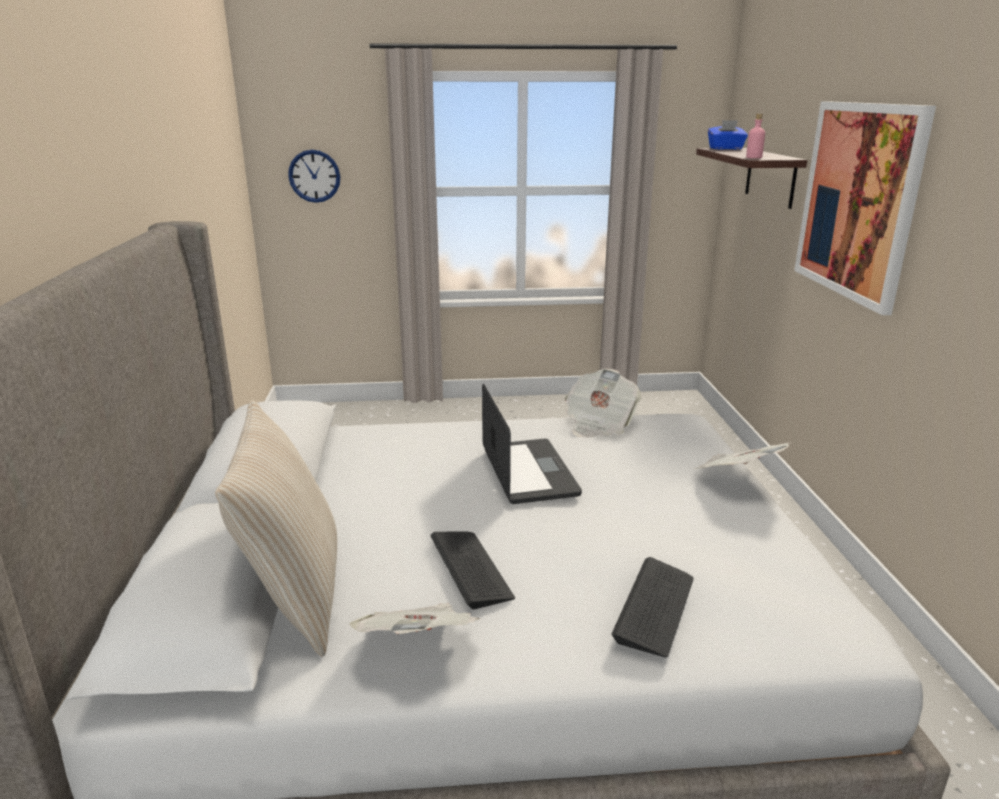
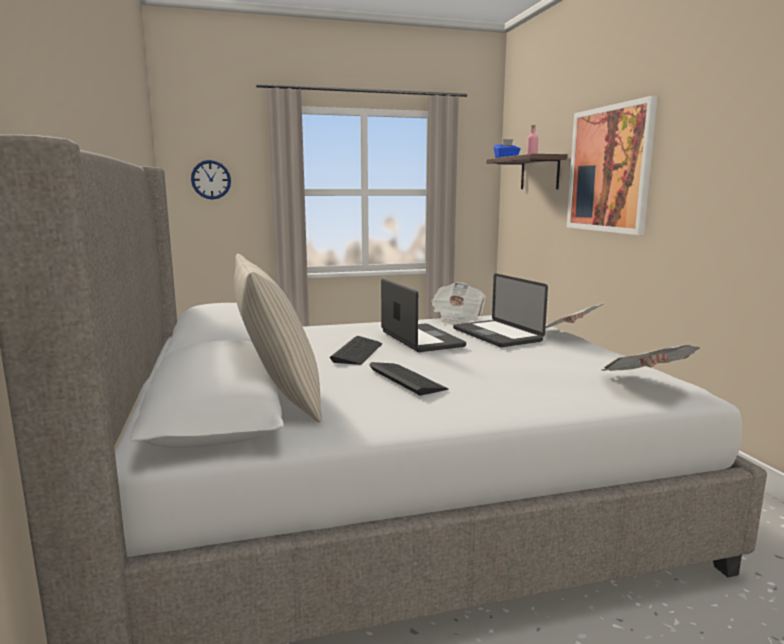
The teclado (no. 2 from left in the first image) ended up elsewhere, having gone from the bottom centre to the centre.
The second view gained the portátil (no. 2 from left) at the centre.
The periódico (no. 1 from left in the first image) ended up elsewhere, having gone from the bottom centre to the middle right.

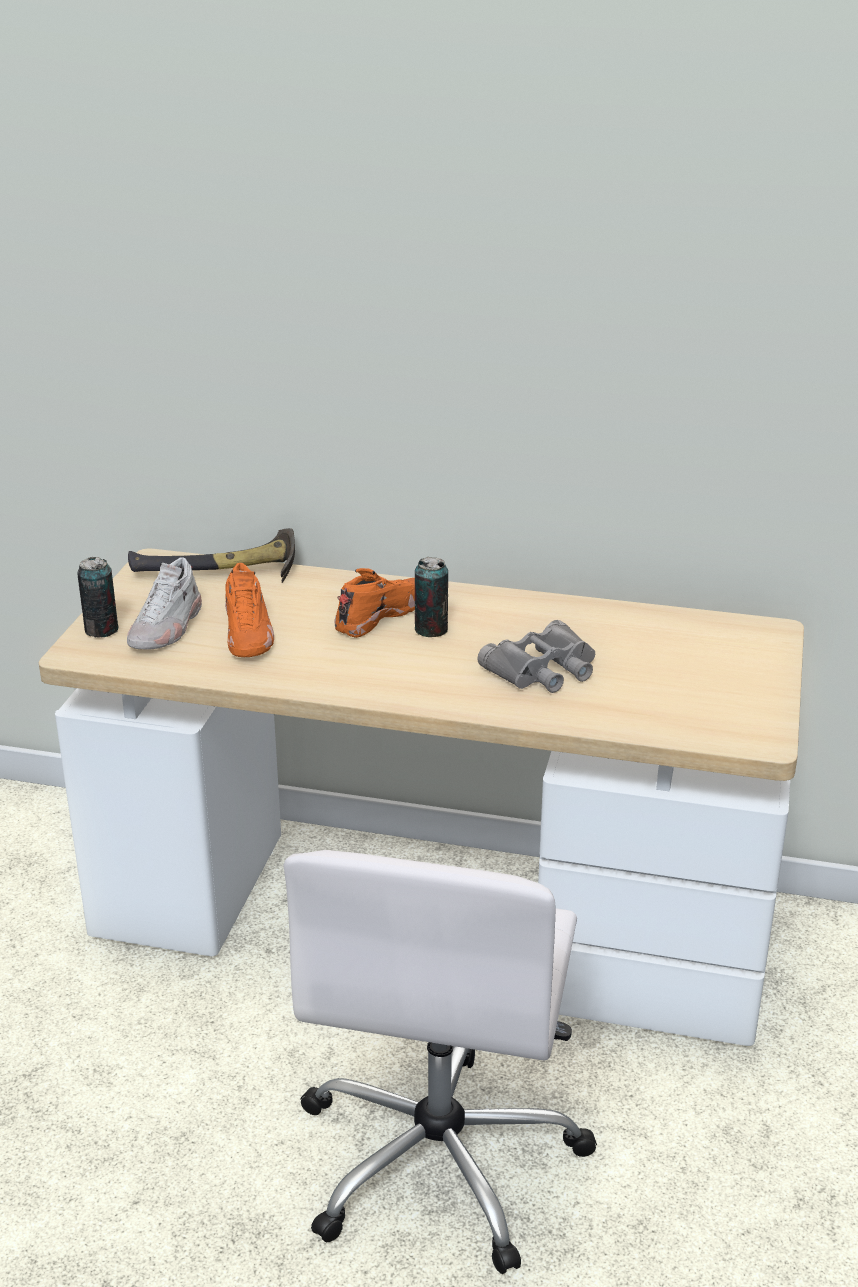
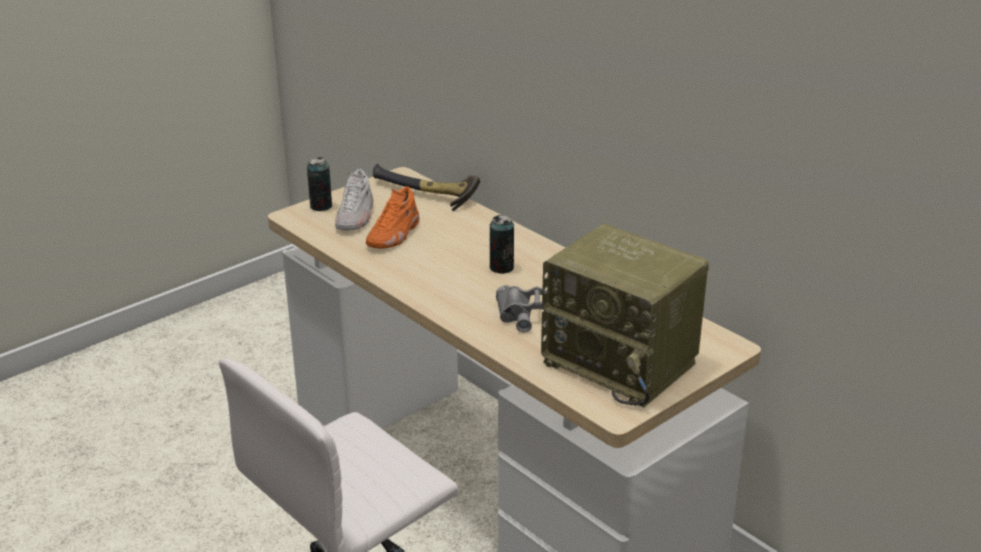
The zapato/blanco at the middle left ended up facing another way, 45 degrees counterclockwise from before.
The second view gained the radio at the centre.
The second view lost the zapato/naranja (no. 2 from left) at the centre.

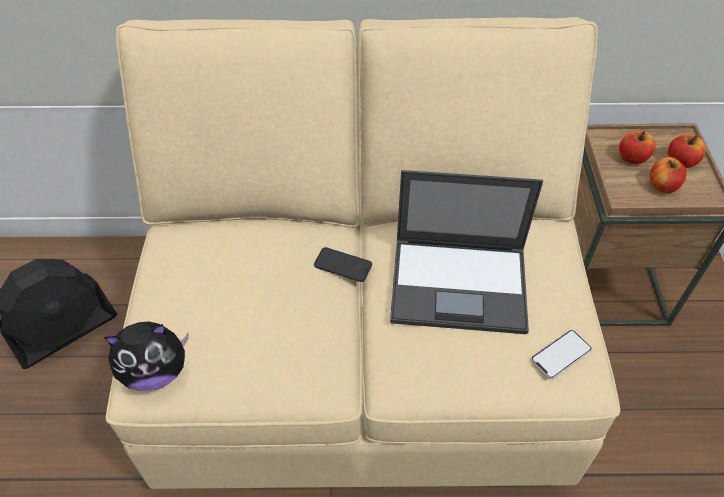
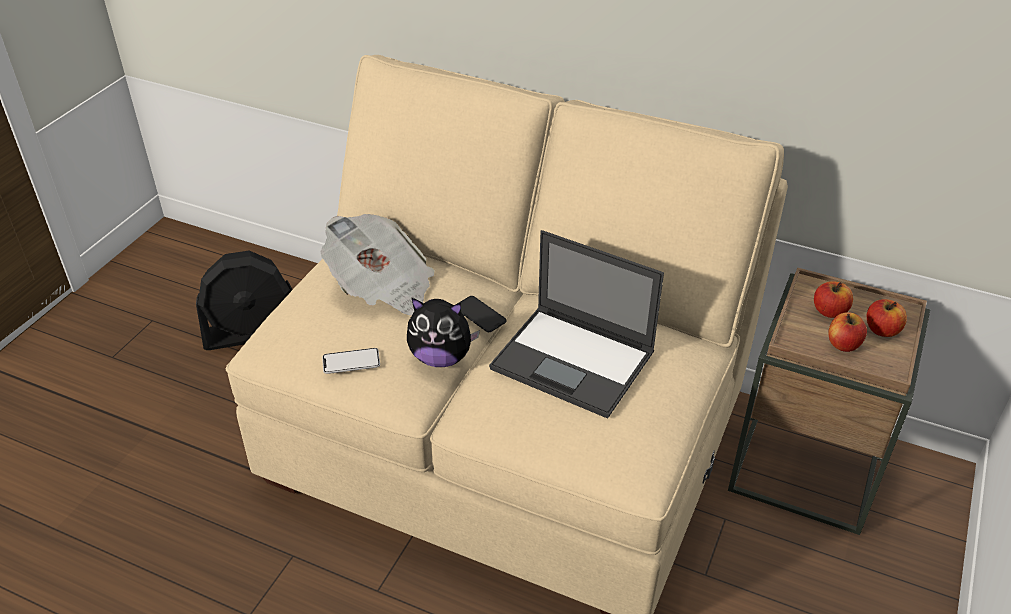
The second view gained the periódico at the centre.
The móvil (no. 2 from left in the first image) ended up elsewhere, having gone from the bottom right to the centre.
The peluche ended up elsewhere, having gone from the bottom left to the centre.

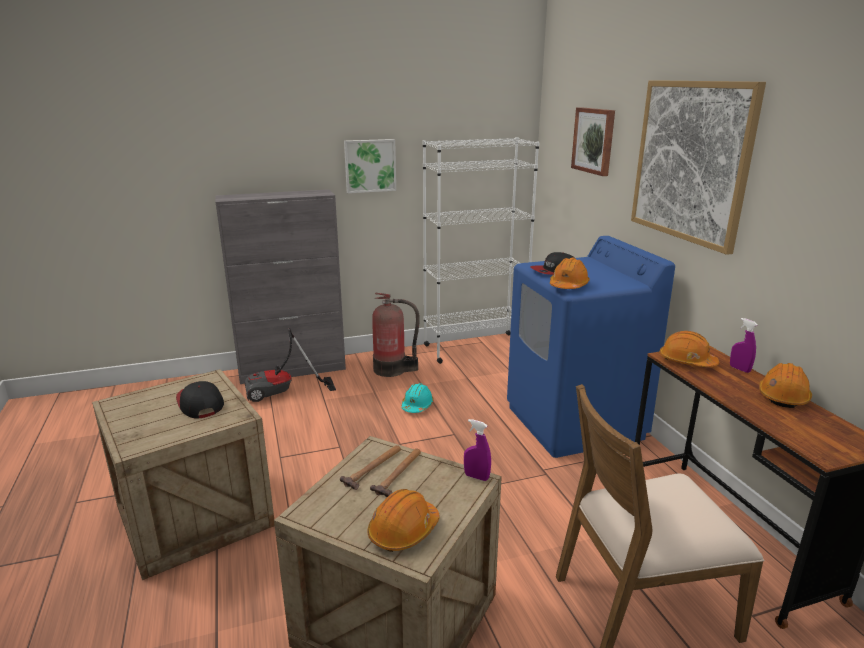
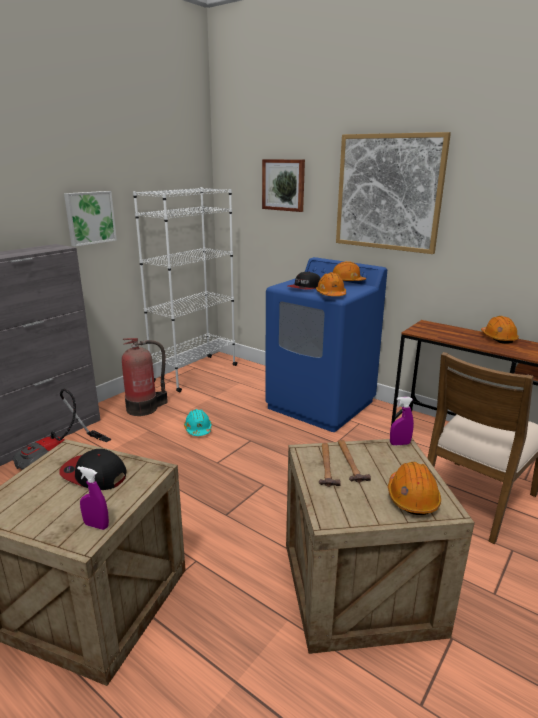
The pulverizador/morado (no. 2 from left in the first image) ended up elsewhere, having gone from the middle right to the bottom left.
The casco/naranja (no. 3 from left in the first image) ended up elsewhere, having gone from the middle right to the centre.

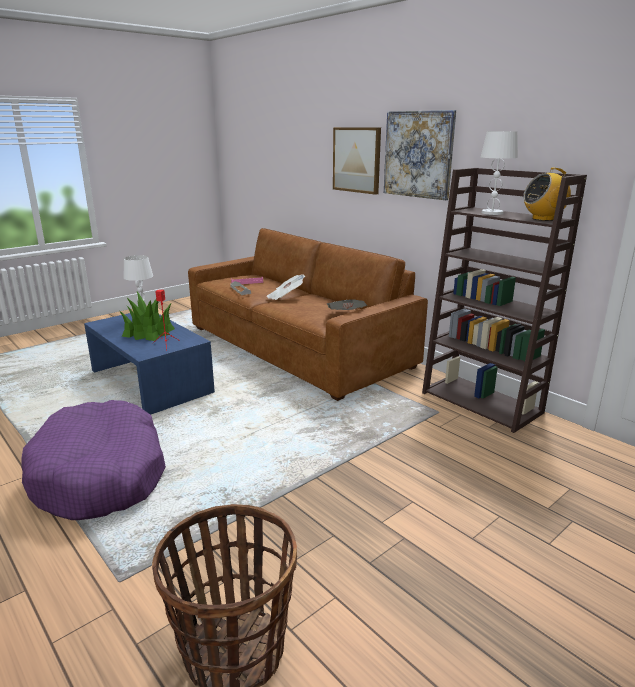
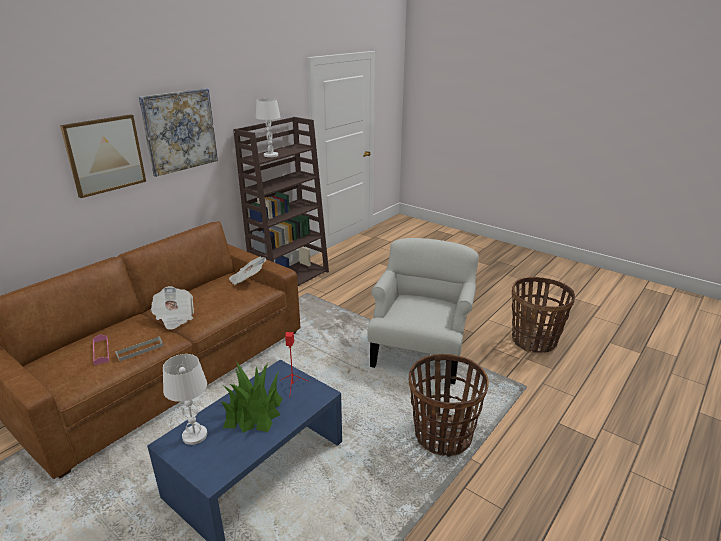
The second view gained the sillón/blanco at the centre.
Where the cama para perro/morado stood at the bottom left, the cesta (no. 1 from left) came to stand at the bottom centre.
The second view lost the radio at the top right.

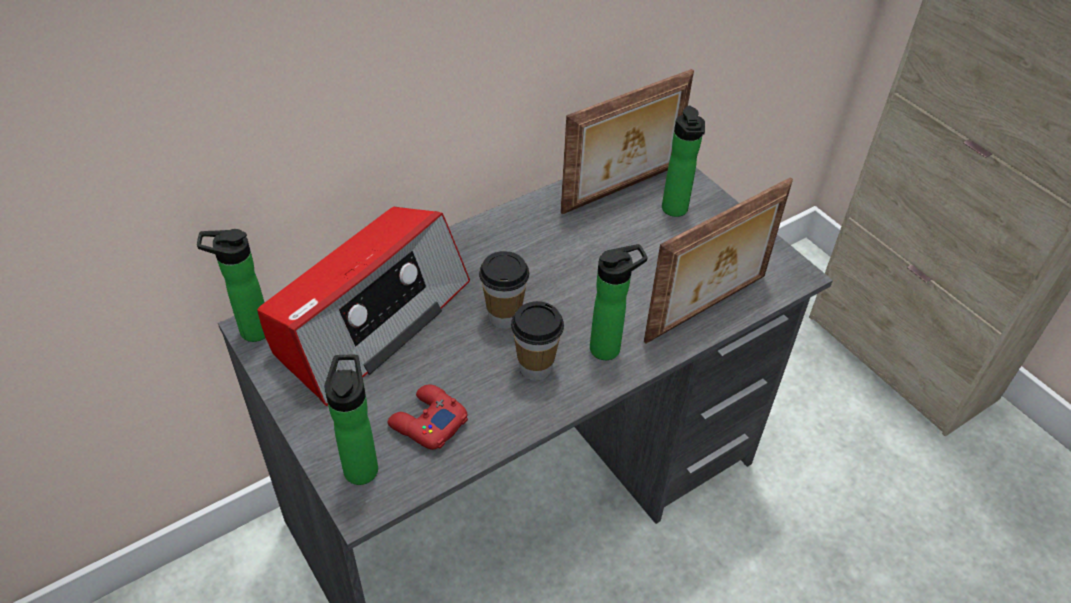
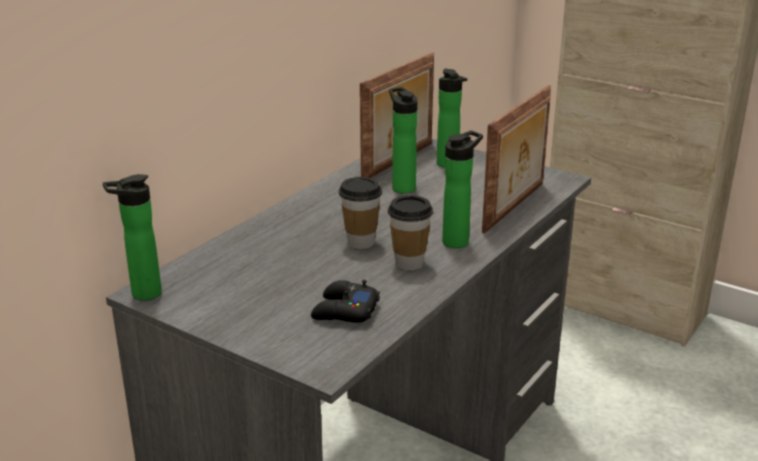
What was the mando de consola/rojo at the bottom centre turned into the mando de consola/negro at the centre.
The botella (no. 2 from left) ended up elsewhere, having gone from the bottom left to the top centre.
The second view lost the radio at the centre.

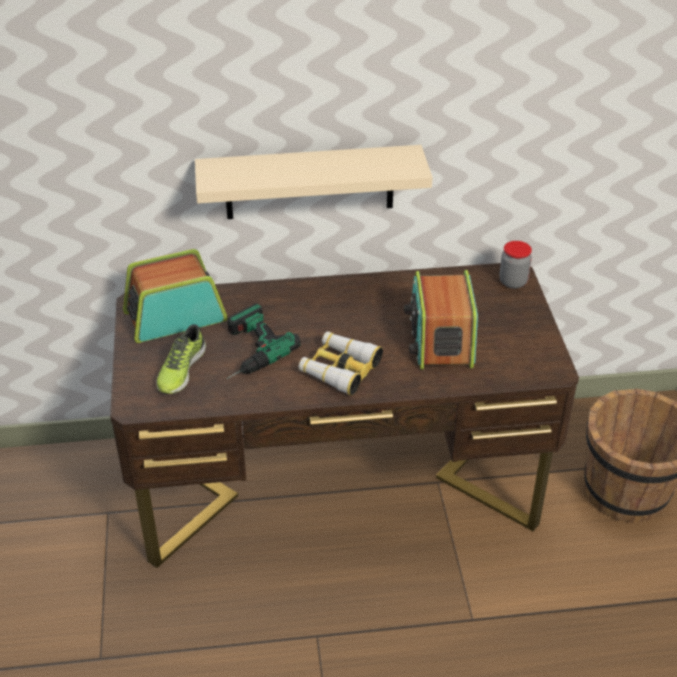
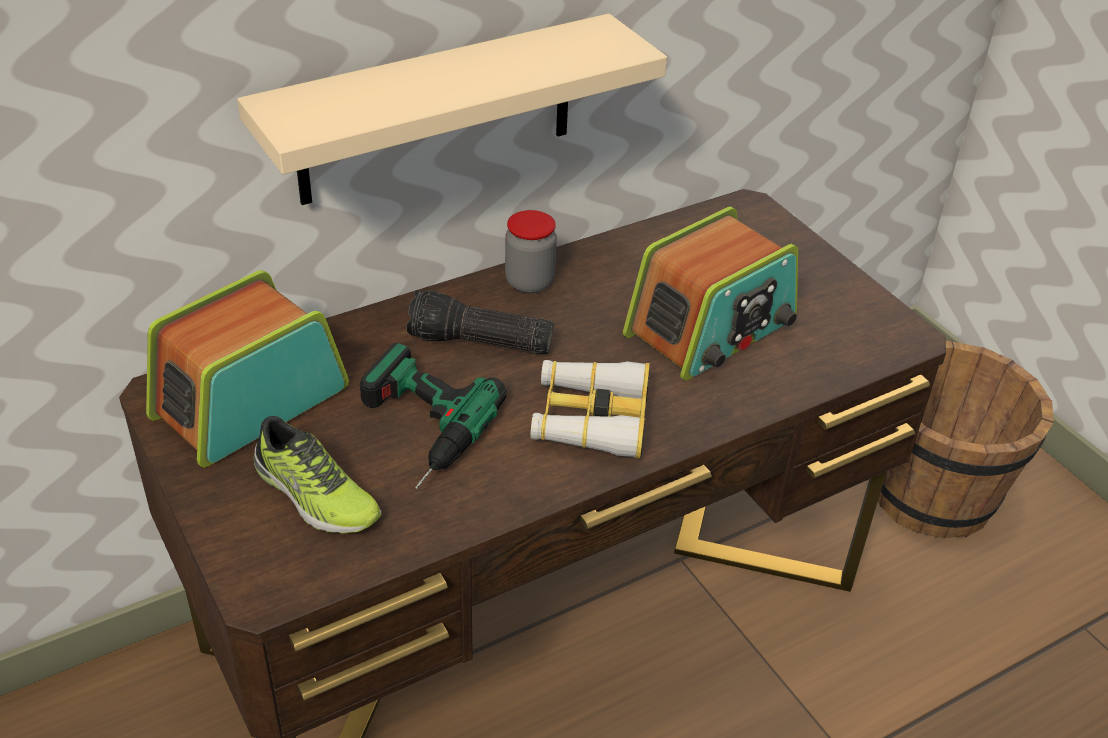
The zapato at the middle left ended up facing another way, 45 degrees counterclockwise from before.
The second view gained the linterna at the centre.
The tarro ended up elsewhere, having gone from the middle right to the centre.
The radio (no. 2 from left) at the centre ended up facing another way, 105 degrees counterclockwise from before.

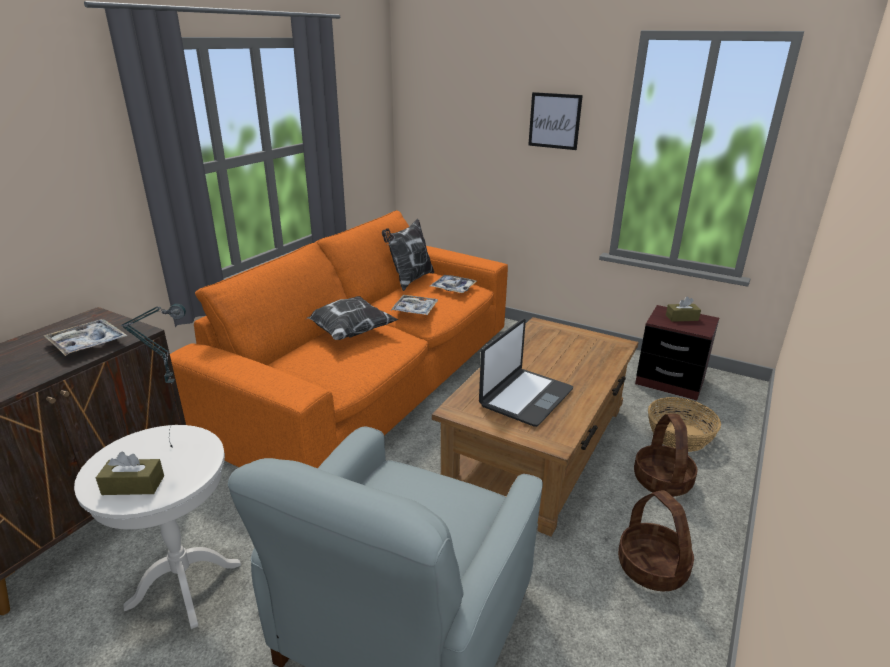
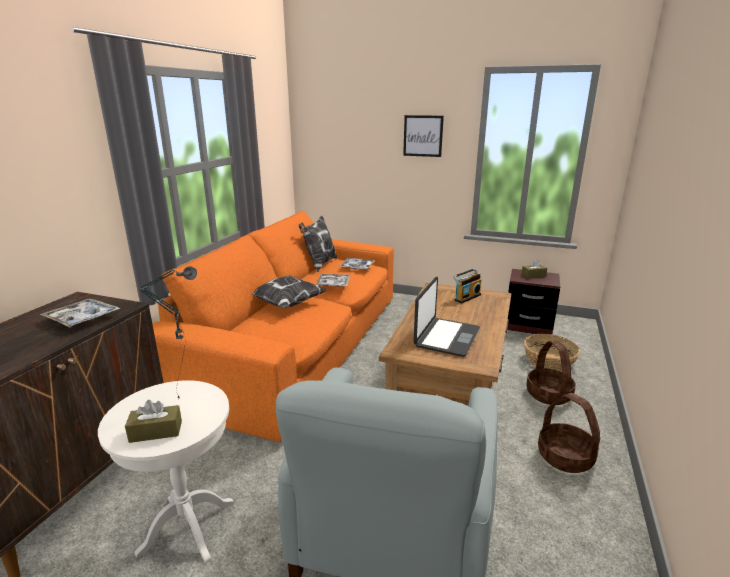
The second view gained the radio at the centre.

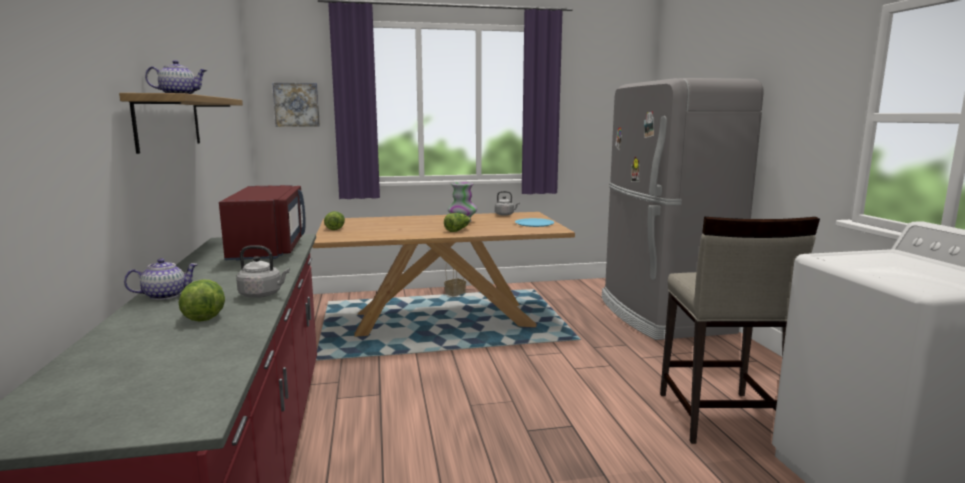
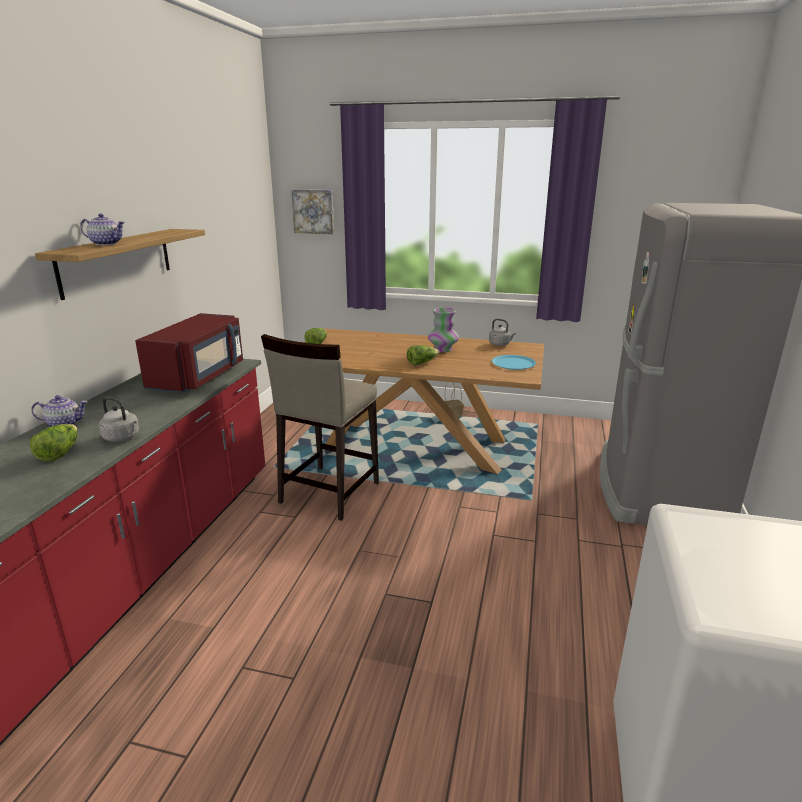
The taburete/beis ended up elsewhere, having gone from the bottom right to the centre.

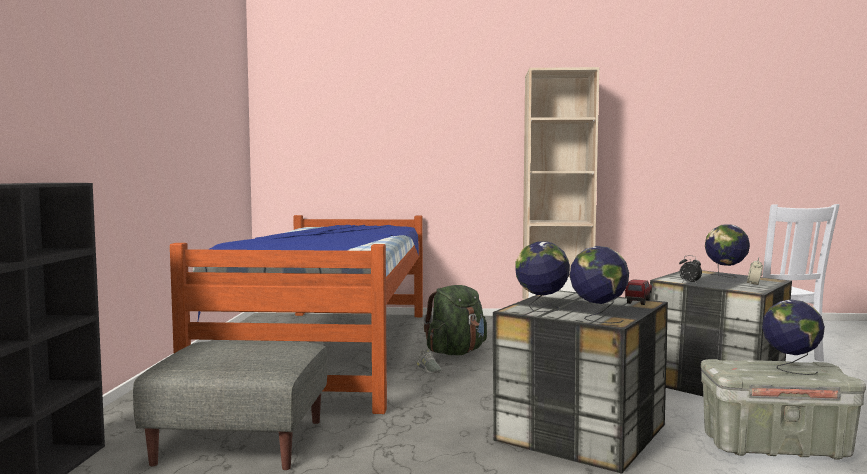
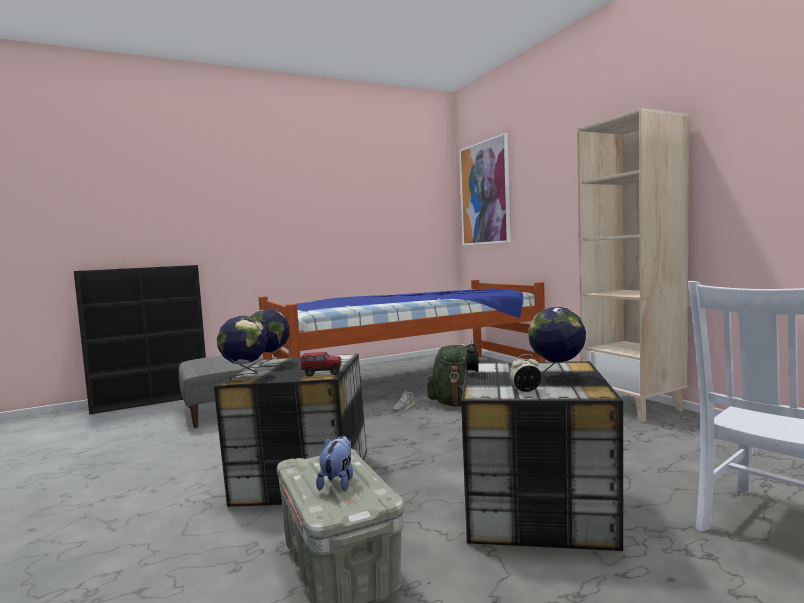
Where the globo terráqueo (no. 4 from left) stood at the bottom right, the peluche came to stand at the bottom centre.
The second view gained the cuadro at the top centre.

